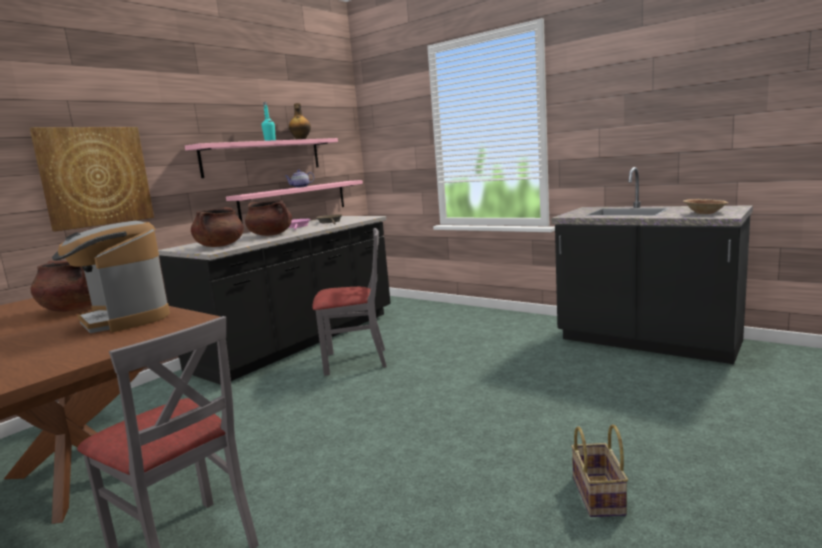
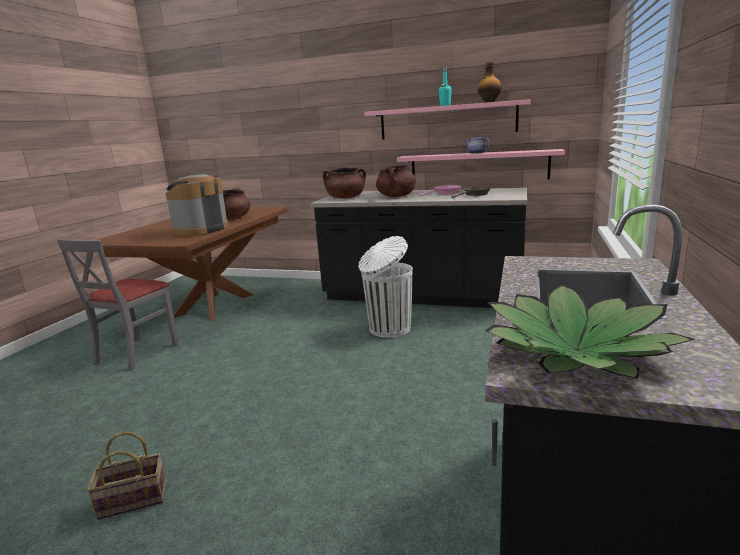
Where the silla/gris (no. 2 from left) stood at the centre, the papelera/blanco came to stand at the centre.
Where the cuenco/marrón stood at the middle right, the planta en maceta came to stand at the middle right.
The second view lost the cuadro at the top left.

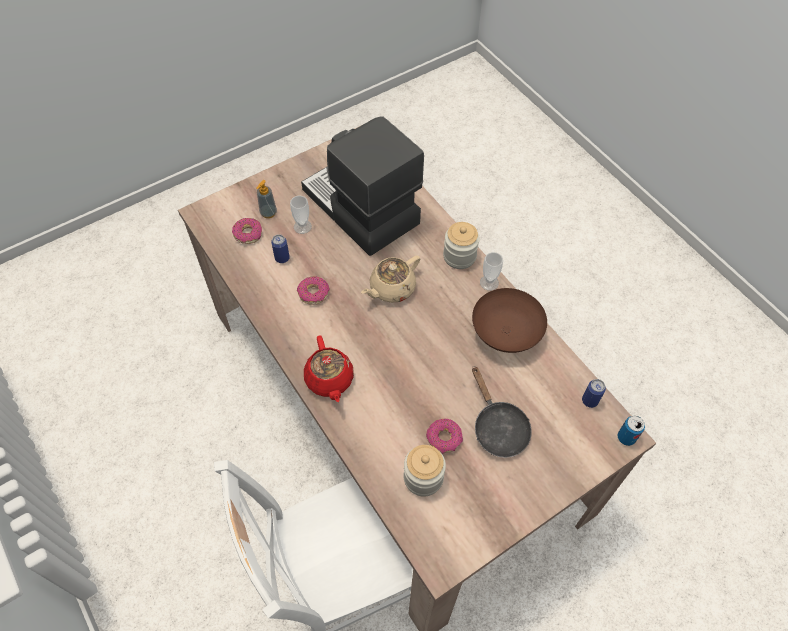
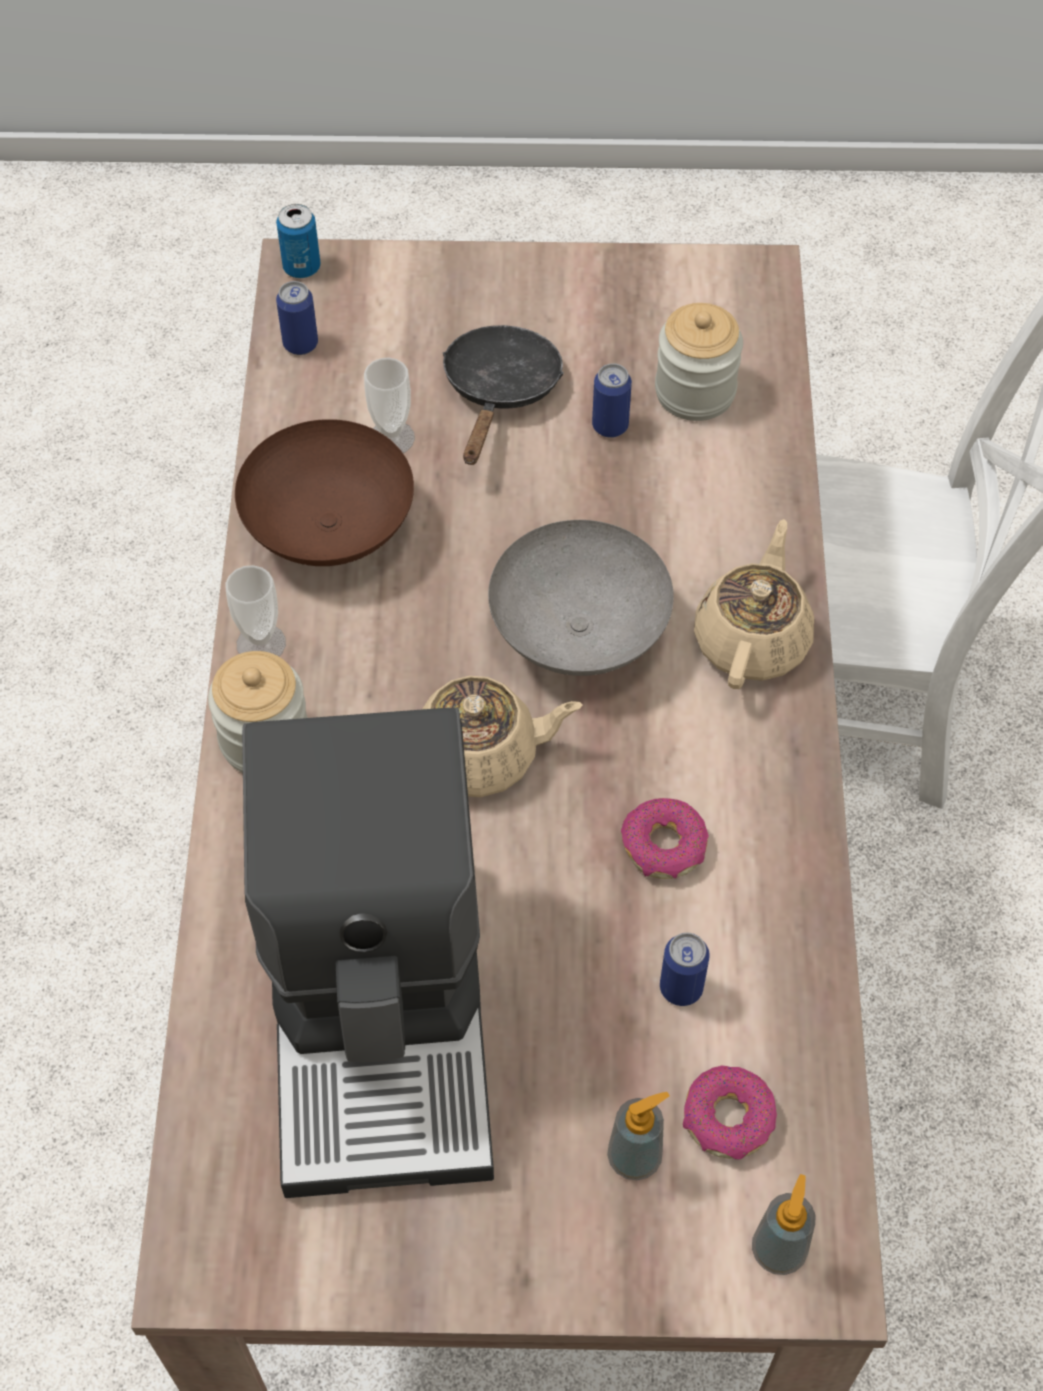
The taza (no. 1 from left in the first image) ended up elsewhere, having gone from the centre to the top centre.
The second view gained the cuenco/gris at the centre.
Where the rosquilla (no. 3 from left) stood at the bottom centre, the lata (no. 3 from left) came to stand at the top centre.
What was the tetera/rojo at the centre turned into the tetera/beis (no. 2 from left) at the middle right.
The second view gained the dispensador de jabón (no. 2 from left) at the bottom right.

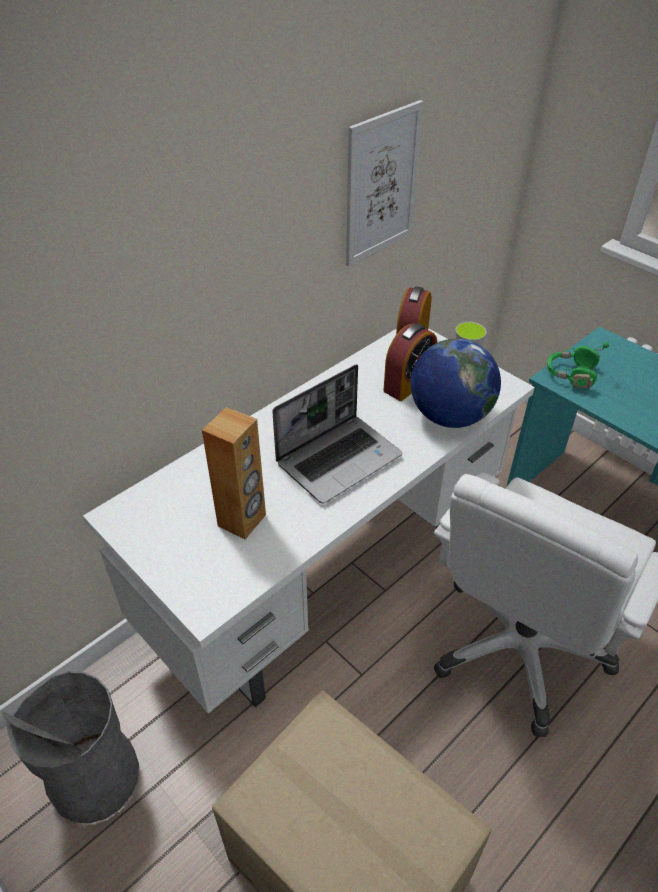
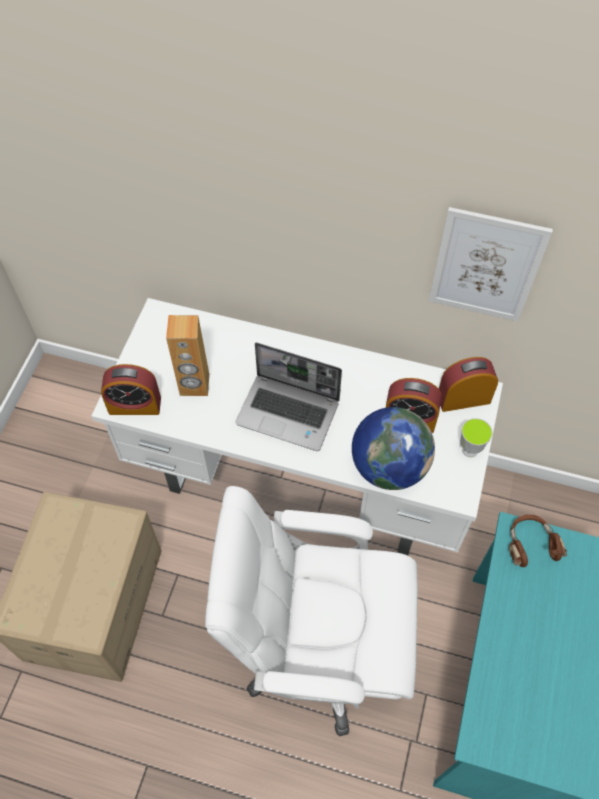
The second view gained the despertador (no. 1 from left) at the middle left.
What was the auriculares/verde at the middle right turned into the auriculares/marrón at the bottom right.
The second view lost the papelera/gris at the bottom left.

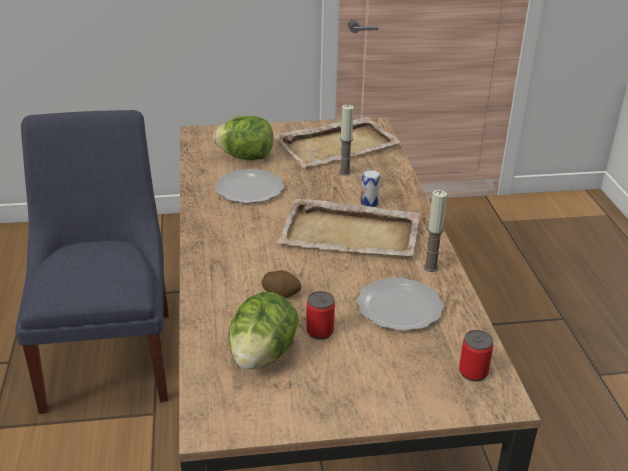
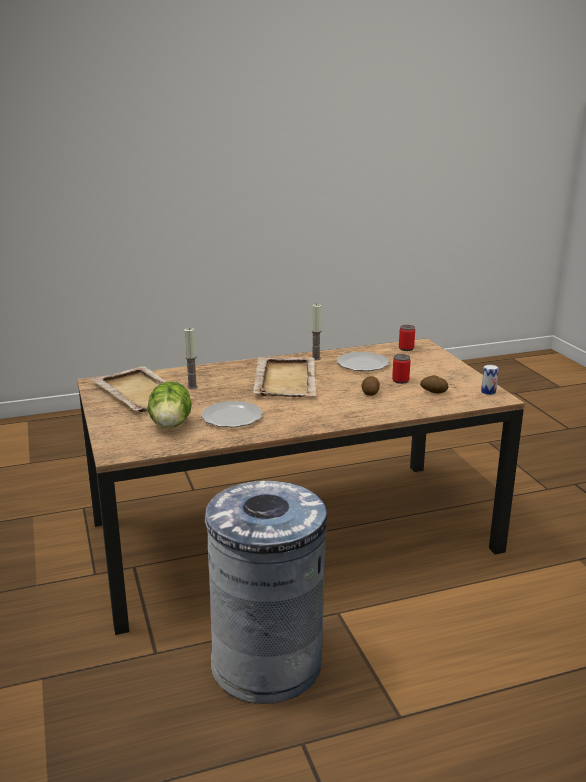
Where the silla/azul stood at the middle left, the papelera/gris came to stand at the bottom centre.
Where the lechuga (no. 2 from left) stood at the bottom centre, the patata (no. 2 from left) came to stand at the middle right.
The lata (no. 2 from left in the first image) ended up elsewhere, having gone from the centre to the middle right.

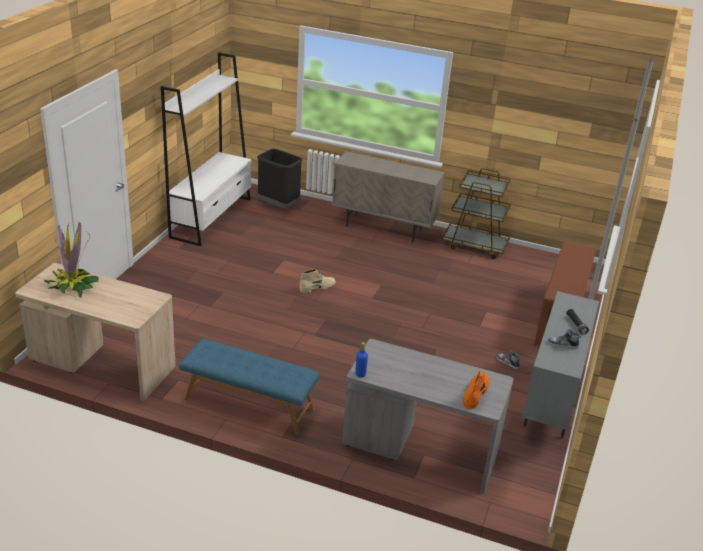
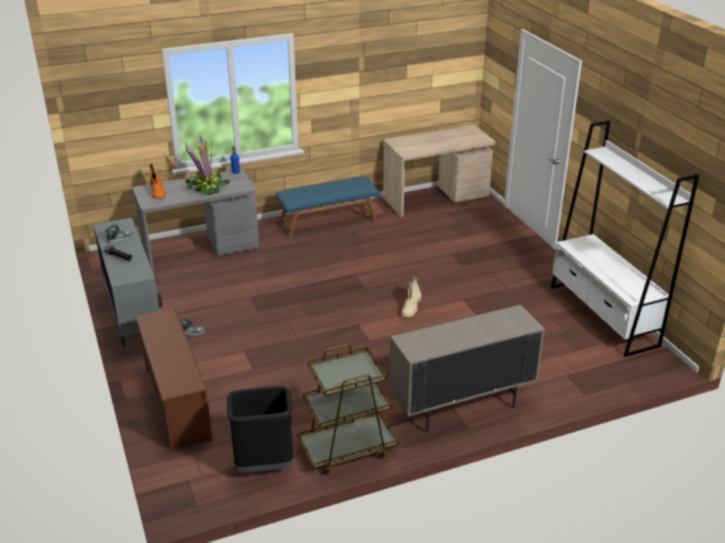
The planta en maceta ended up elsewhere, having gone from the middle left to the top left.
The papelera/negro ended up elsewhere, having gone from the top centre to the bottom centre.

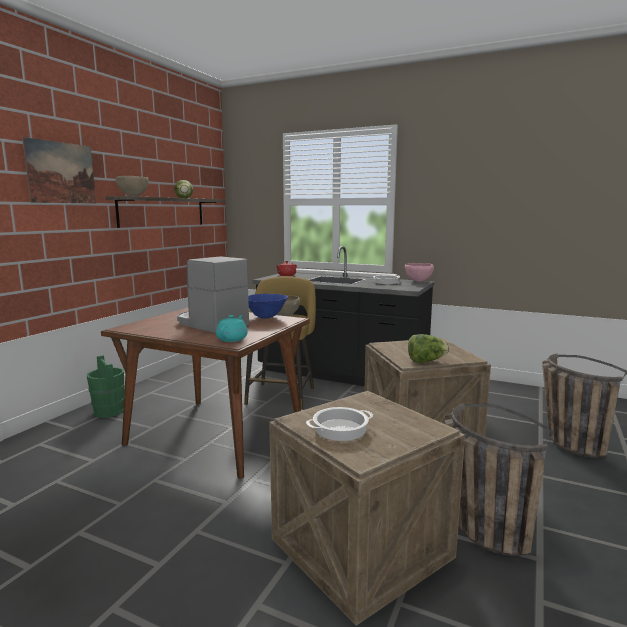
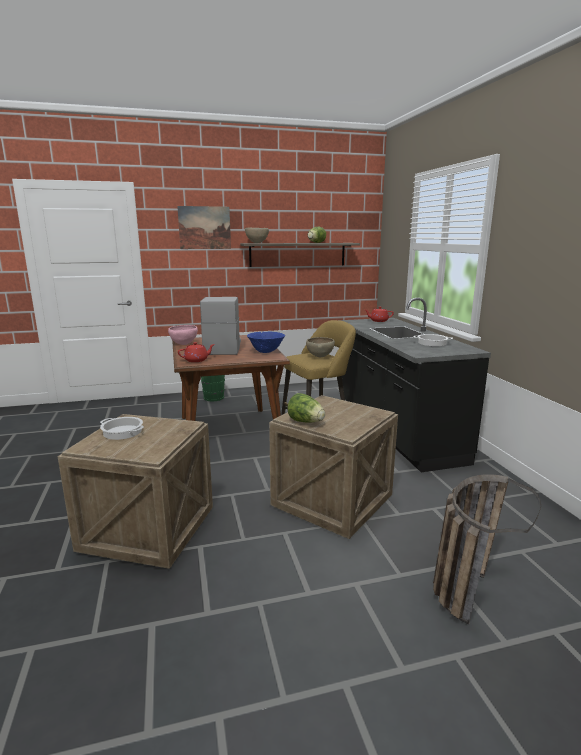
The cuenco/rosa ended up elsewhere, having gone from the middle right to the middle left.
What was the tetera/turquesa at the centre turned into the tetera/rojo (no. 1 from left) at the centre.
The second view lost the cesta (no. 1 from left) at the bottom right.

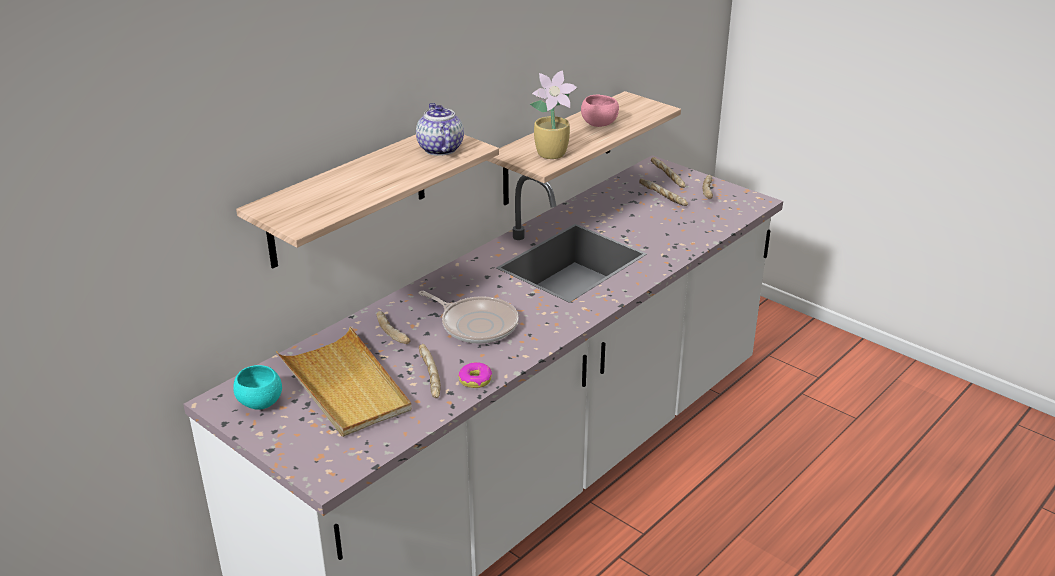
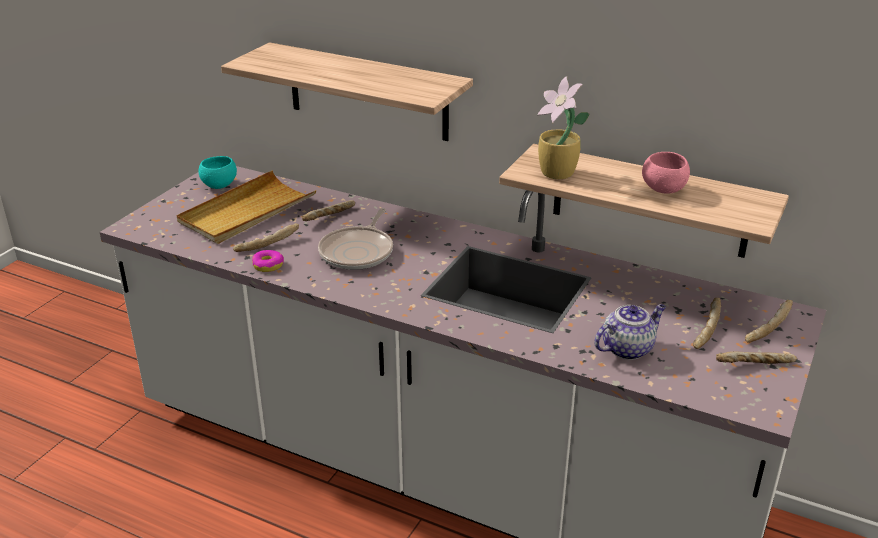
The tetera ended up elsewhere, having gone from the top centre to the middle right.

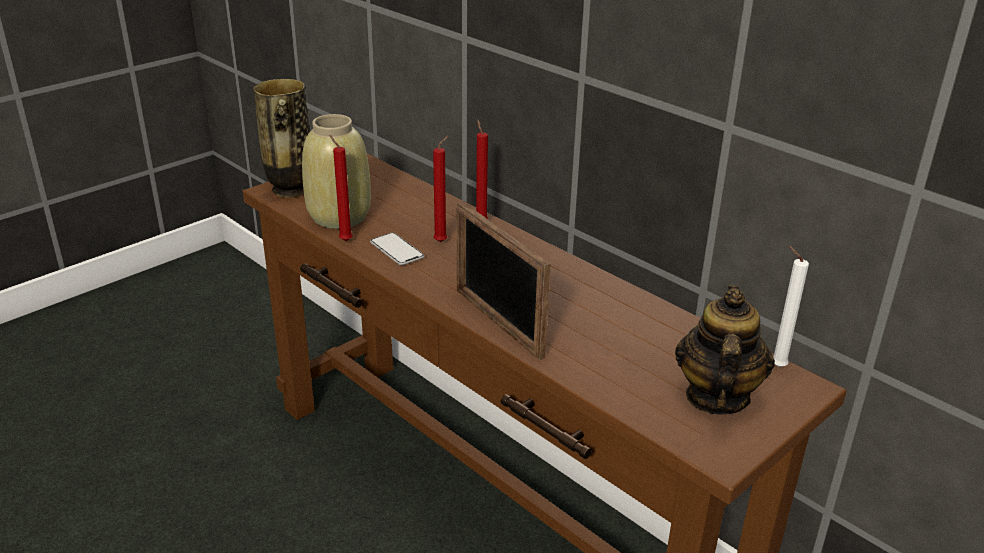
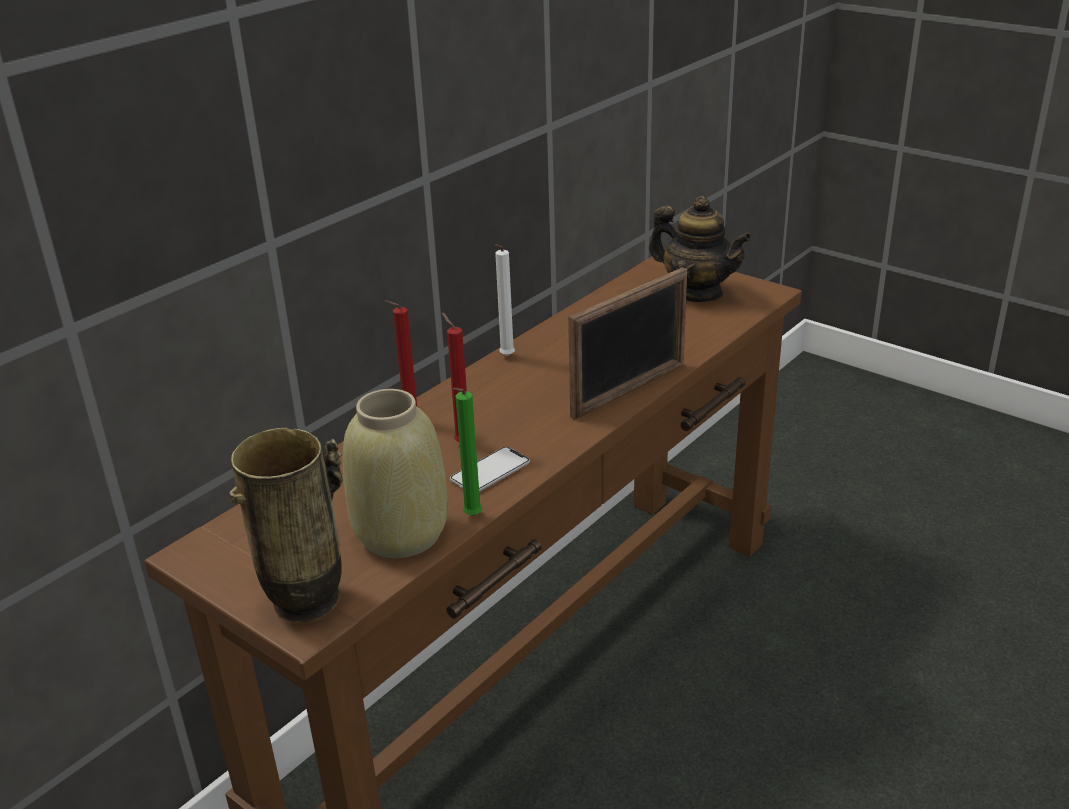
What was the vela/rojo (no. 1 from left) at the centre turned into the vela/verde at the centre.
The vela/blanco ended up elsewhere, having gone from the middle right to the centre.
The tetera at the middle right ended up facing another way, 150 degrees counterclockwise from before.

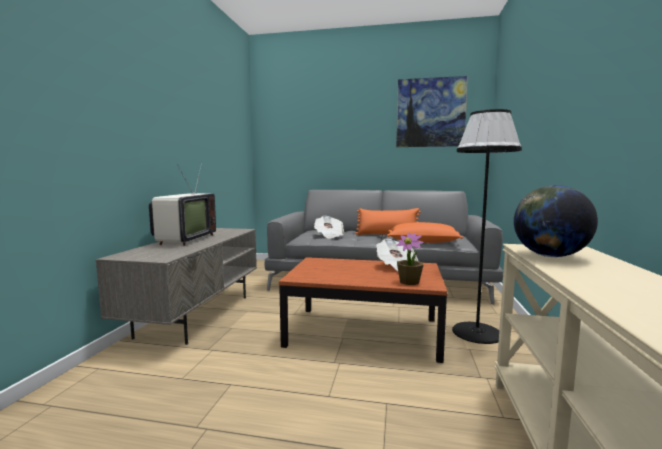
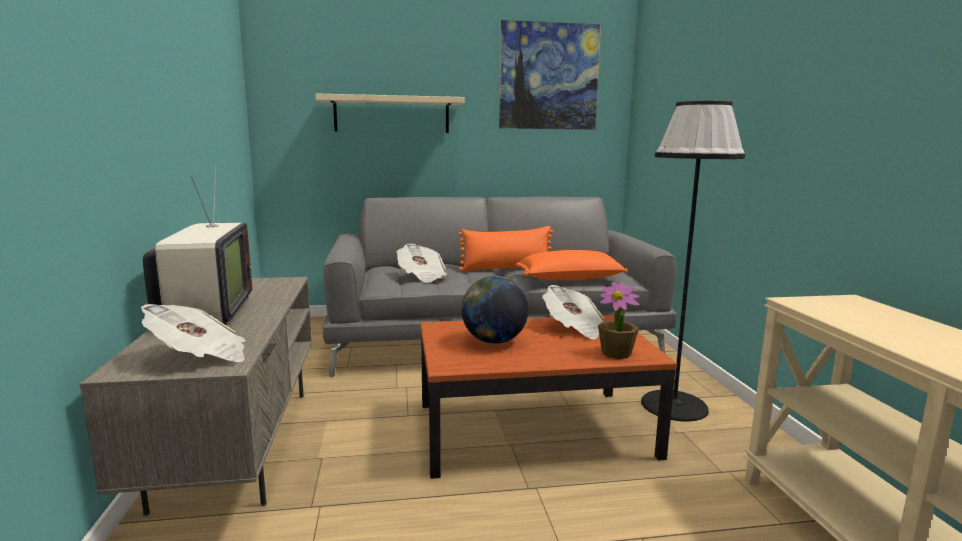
The second view gained the periódico (no. 1 from left) at the middle left.
The second view gained the estante/beis at the top centre.
The globo terráqueo ended up elsewhere, having gone from the middle right to the centre.

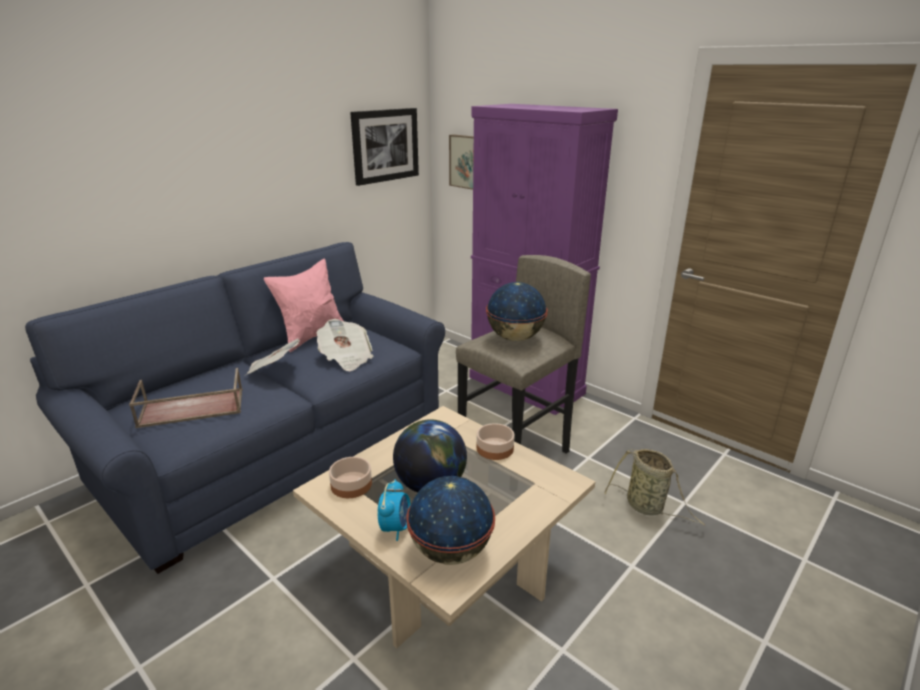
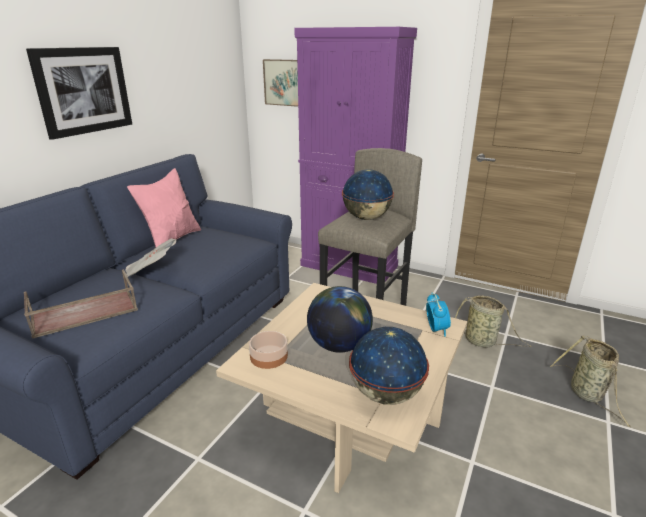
The cuadro (no. 1 from left) ended up elsewhere, having gone from the top centre to the top left.
The despertador ended up elsewhere, having gone from the bottom centre to the middle right.
The second view gained the cesta (no. 2 from left) at the bottom right.
The second view lost the periódico (no. 2 from left) at the centre.
The second view lost the cuenco (no. 2 from left) at the centre.

